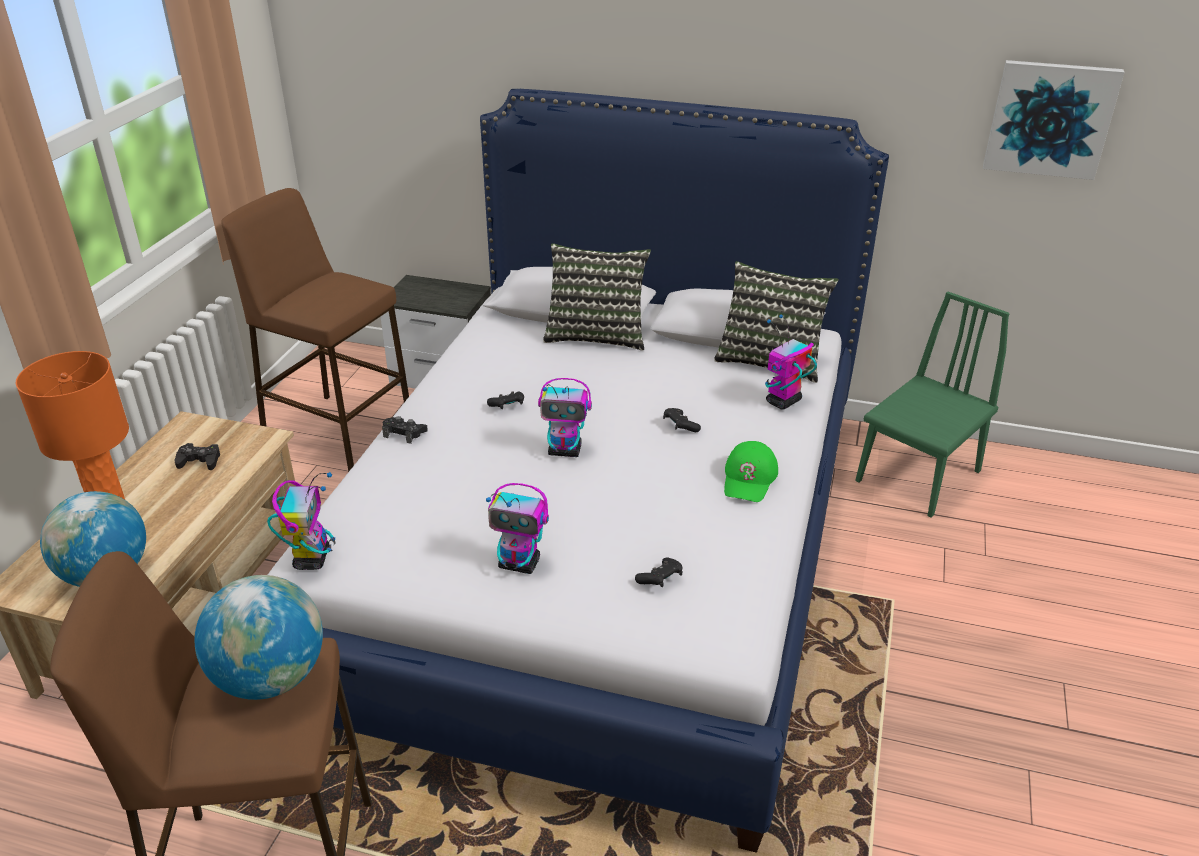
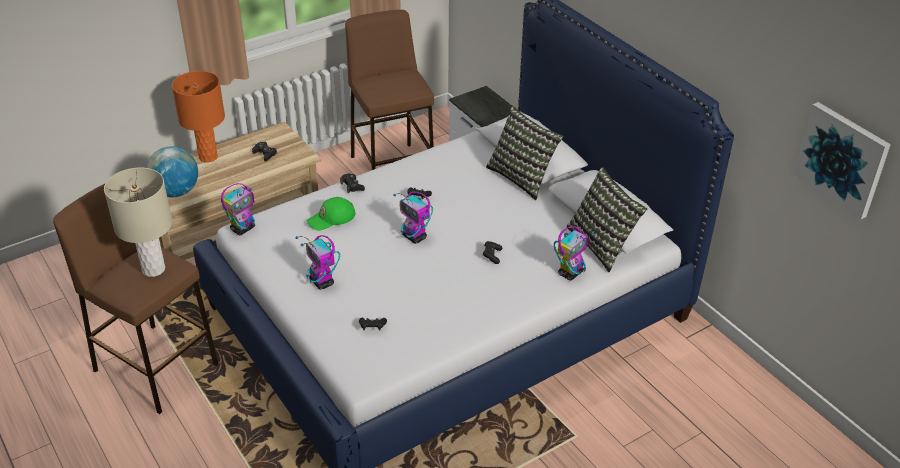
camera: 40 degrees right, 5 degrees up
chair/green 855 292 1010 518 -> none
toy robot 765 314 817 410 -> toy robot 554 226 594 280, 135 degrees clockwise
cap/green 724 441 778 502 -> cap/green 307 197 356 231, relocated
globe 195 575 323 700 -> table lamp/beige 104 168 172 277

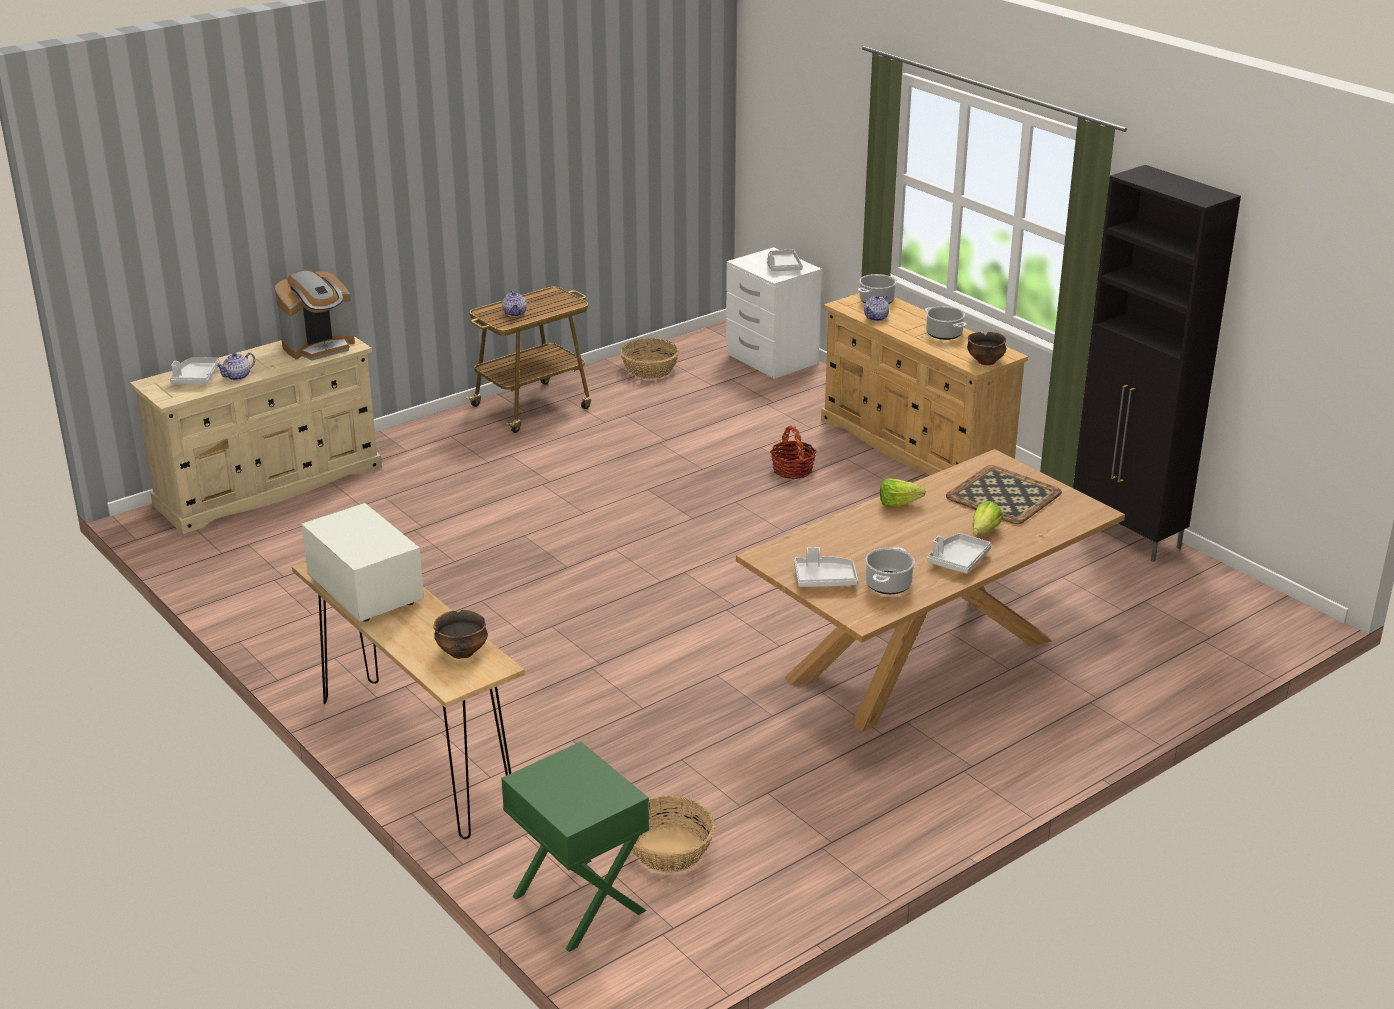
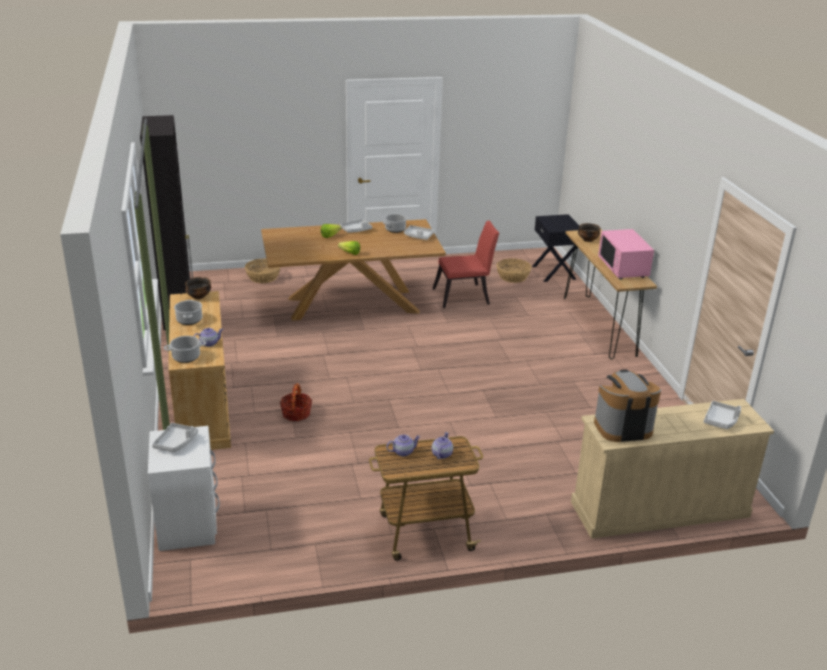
camera: 155 degrees left, 0 degrees up
basket 620 338 679 379 -> basket 245 259 280 283, relocated
teapot 216 352 255 381 -> teapot 386 434 421 456, relocated
tray 946 465 1062 524 -> none
microwave/white 302 503 424 622 -> microwave/pink 598 229 654 279
nightstand/green 501 742 649 952 -> nightstand/black 532 214 579 282
none -> chair/red 432 220 499 308

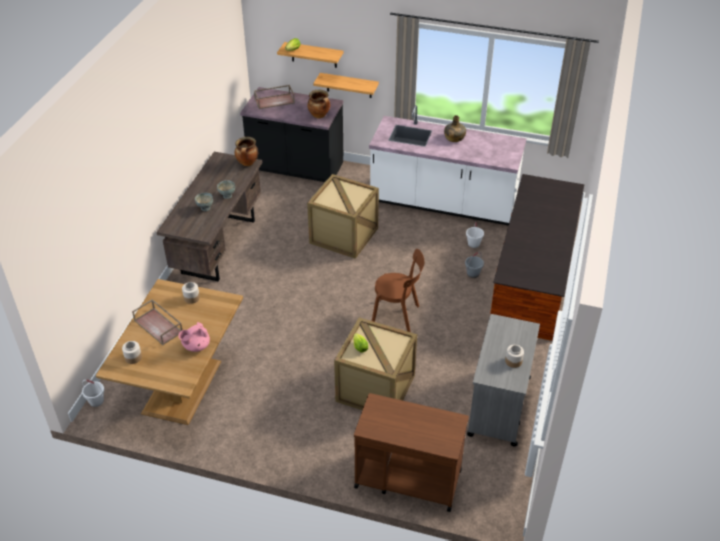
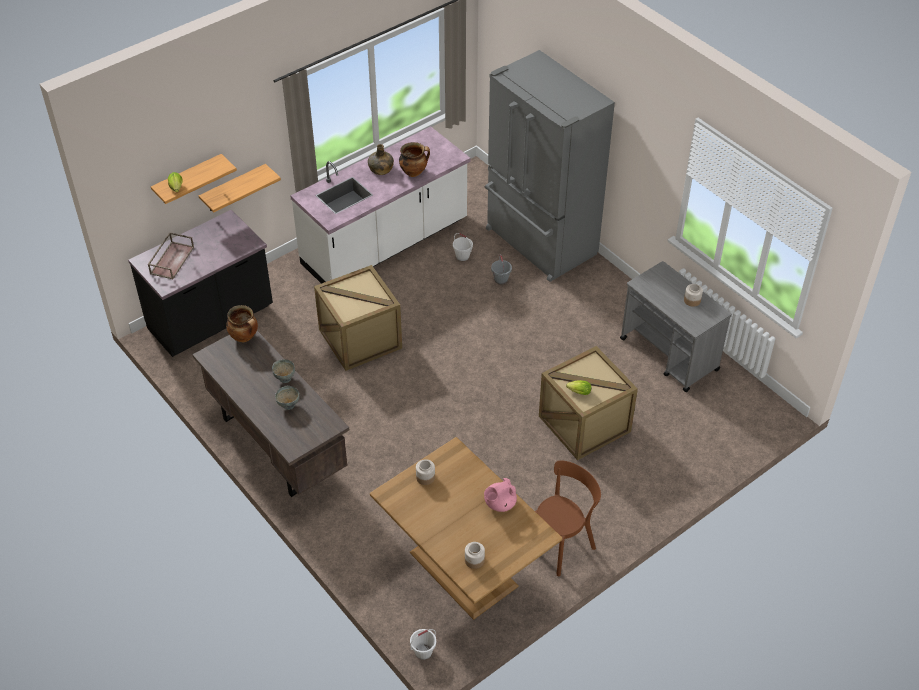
camera: 55 degrees left, 5 degrees up
cooking pot 307 90 330 118 -> cooking pot 399 142 430 177, relocated
dresser 490 174 584 341 -> fridge/grey 485 50 615 282
chair/brown 372 249 424 332 -> chair/brown 535 460 601 576, relocated
tray/brown 132 299 182 345 -> none
teapot/pink 178 322 210 352 -> teapot/pink 484 478 517 512, 60 degrees clockwise
cart/brown 354 393 469 512 -> none

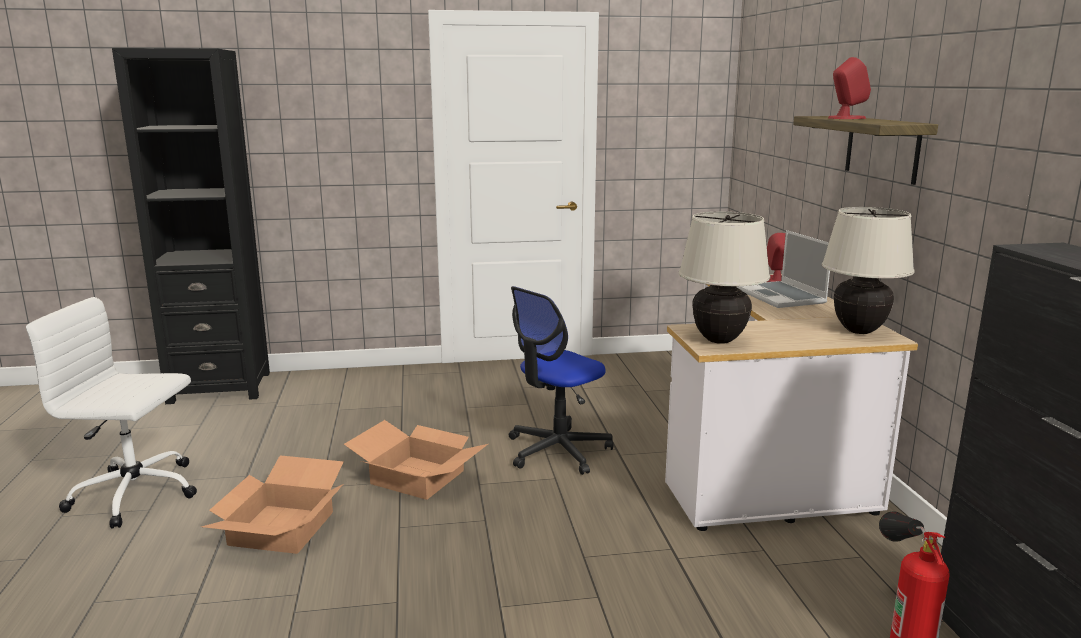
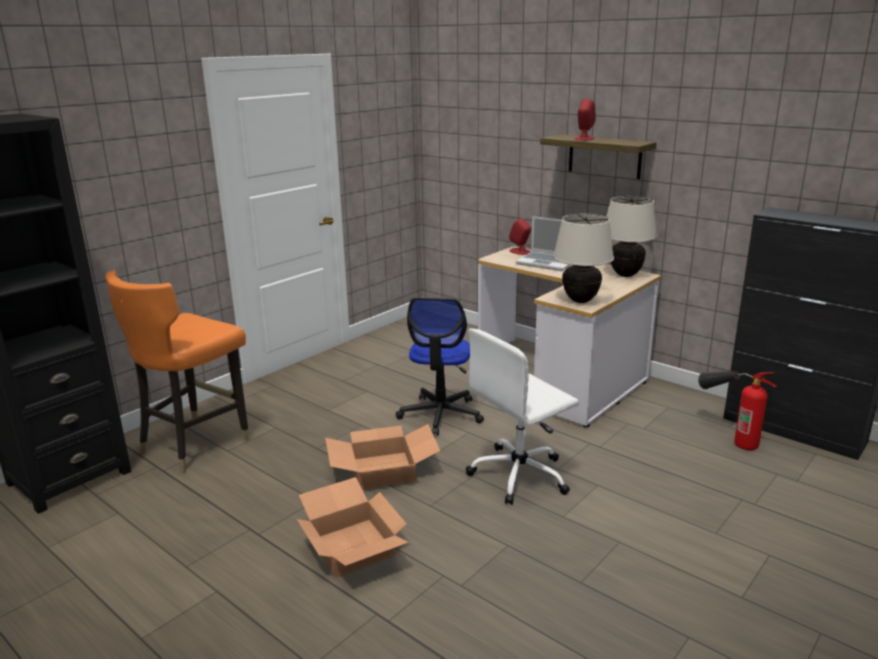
camera: 40 degrees left, 5 degrees up
office chair/white 26 297 197 529 -> office chair/white 466 328 579 505, relocated
none -> chair/orange 105 270 250 473

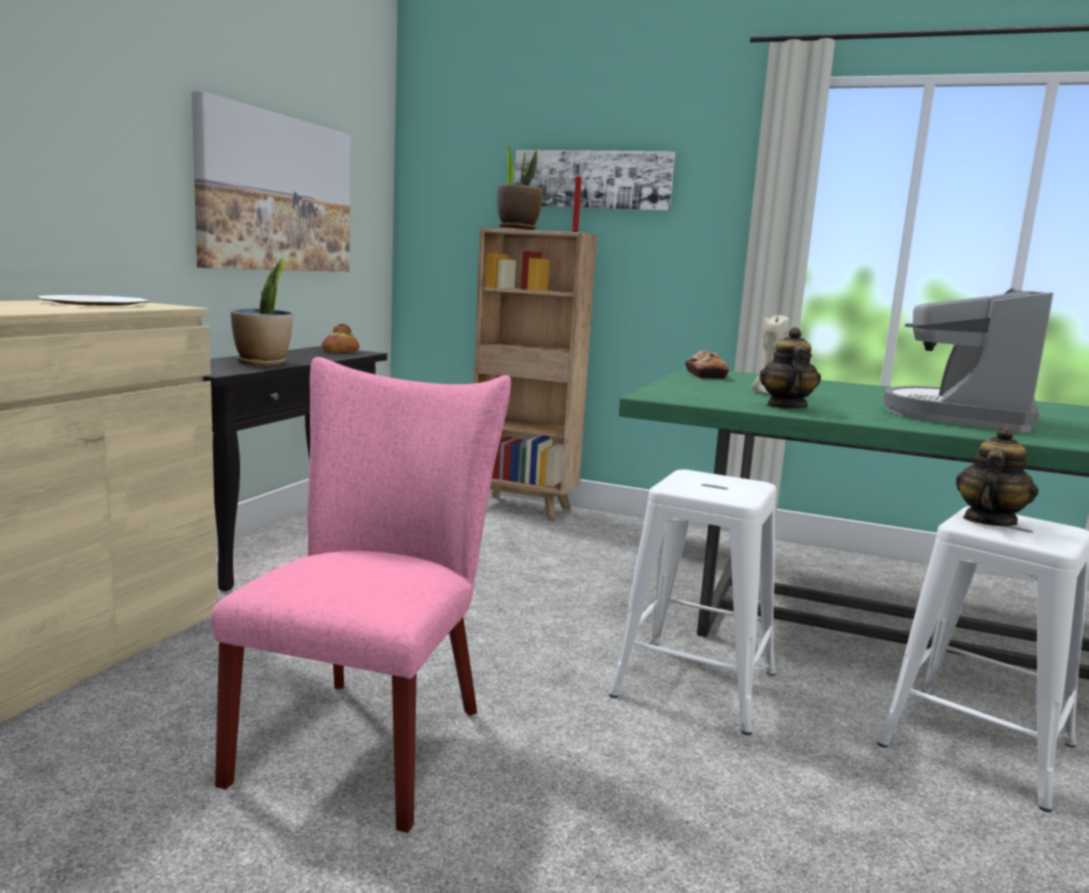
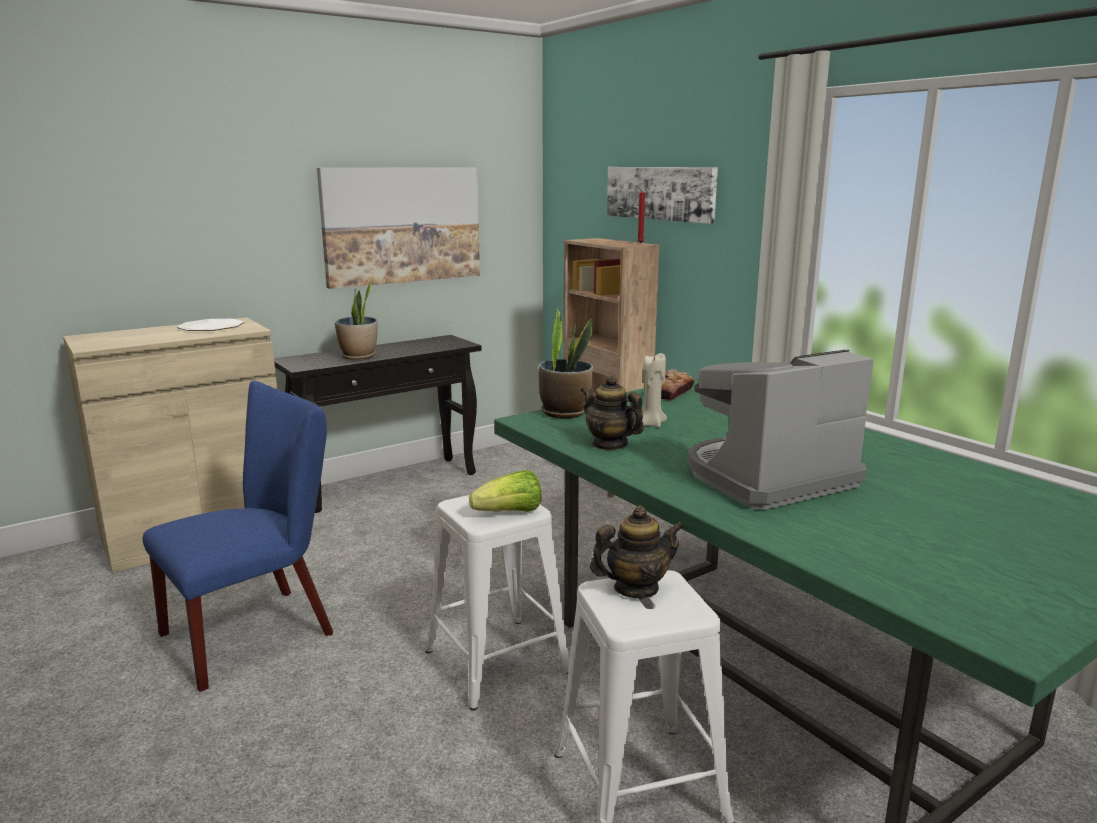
camera: 35 degrees right, 5 degrees up
potted plant 497 141 543 230 -> potted plant 539 308 593 418, relocated
bread 322 324 359 353 -> none
teapot 759 327 821 408 -> teapot 580 375 644 450, 90 degrees counterclockwise
chair/pink 211 357 511 833 -> chair/blue 143 381 333 692
none -> lettuce 469 470 541 512

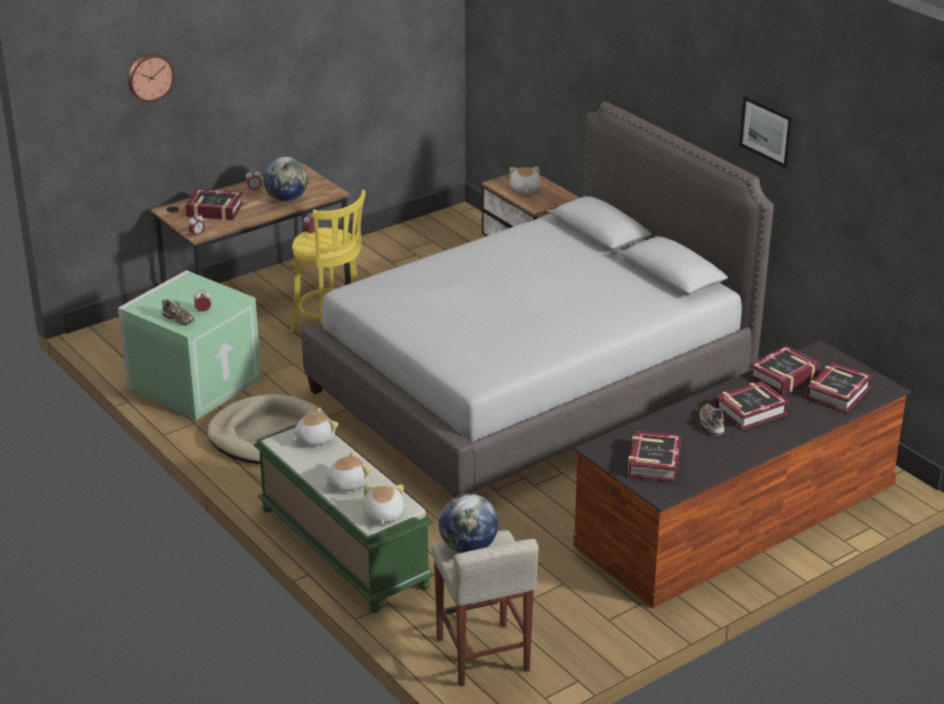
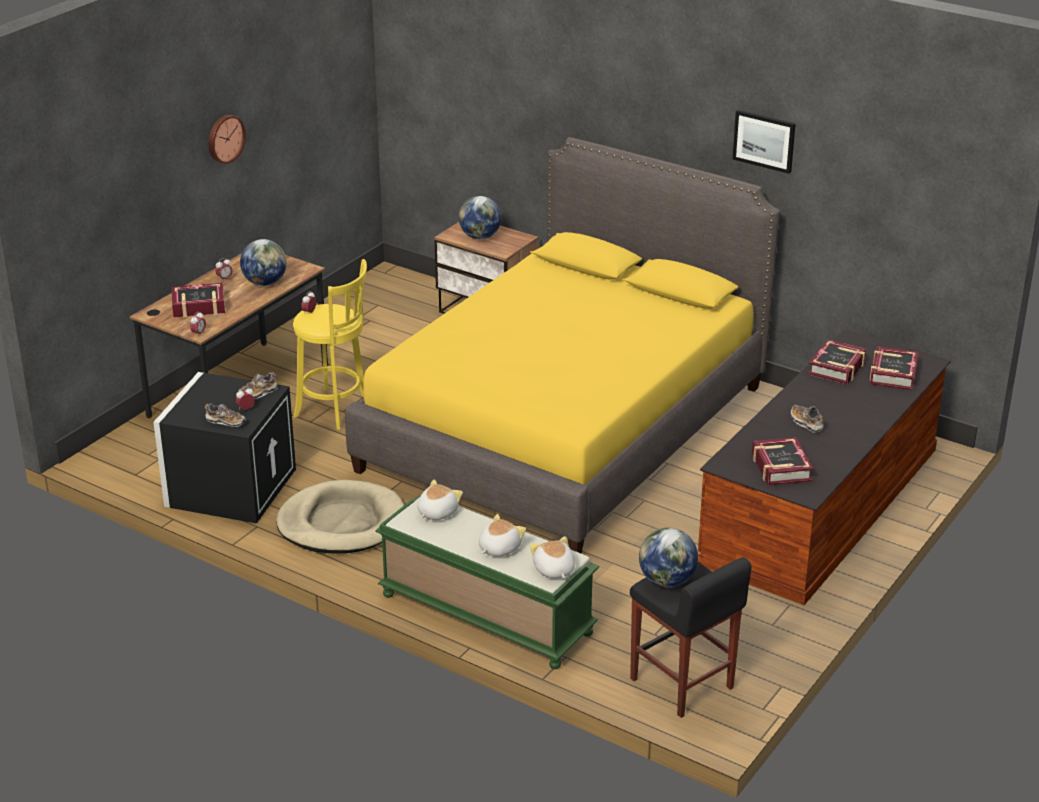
camera: 20 degrees left, 0 degrees up
wall clock 128 54 174 102 -> wall clock 208 115 246 164, relocated
bed/grey 302 102 774 497 -> bed/yellow 345 137 780 554
plush toy 509 167 540 194 -> globe 459 196 501 239
storage box/green 118 270 261 420 -> storage box/black 153 372 296 524
book 715 381 790 430 -> none
stool/beige 432 530 539 687 -> stool/black 630 557 751 718
none -> shoe 238 372 278 399

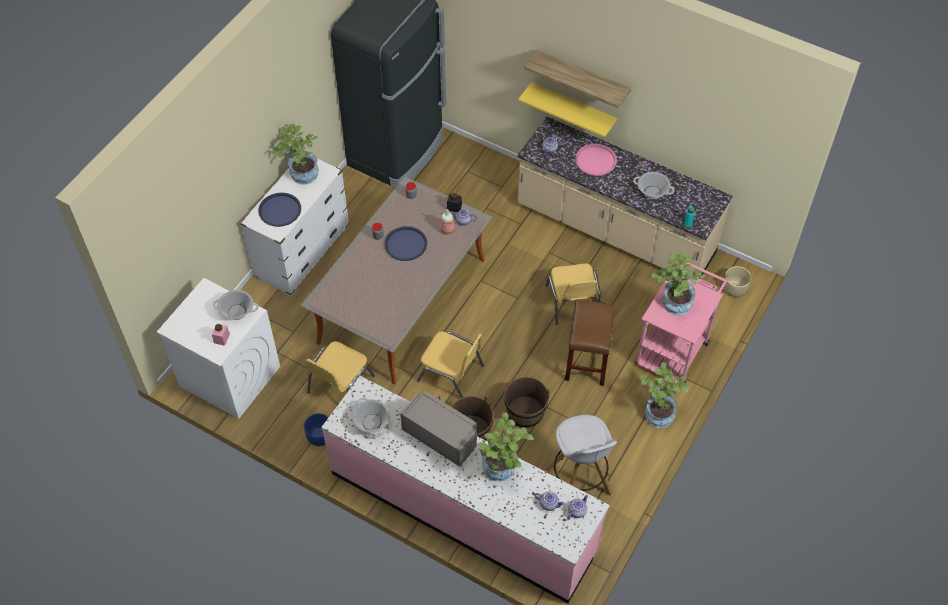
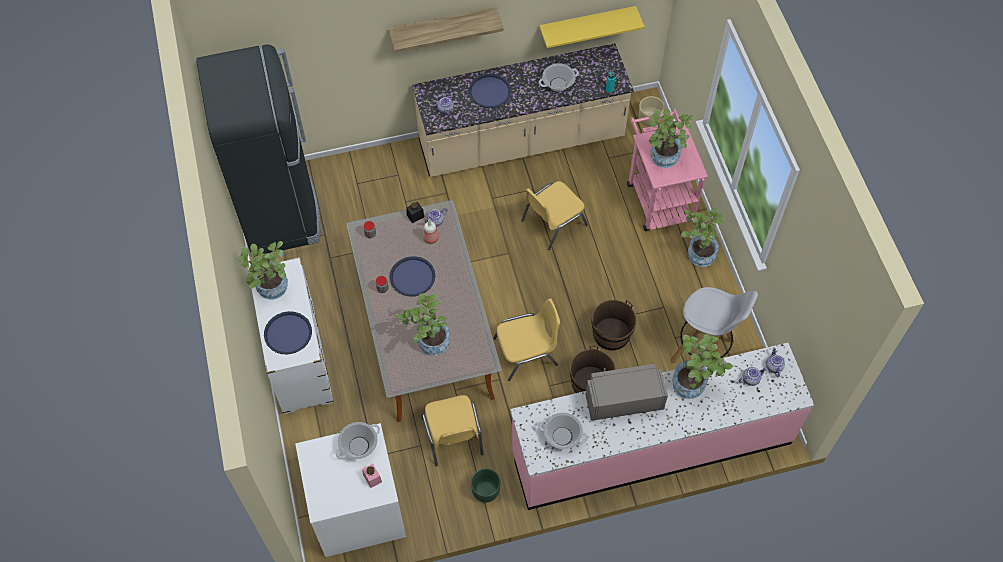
camera: 45 degrees left, 5 degrees up
shelf/yellow 518 82 617 138 -> shelf/yellow 539 6 645 48, relocated
tray/pink 575 144 617 176 -> tray/blue 469 74 511 108
chair/yellow 545 263 600 325 -> chair/yellow 521 181 588 250, 105 degrees clockwise
stool/brown 565 300 615 386 -> none
planter/blue 304 413 329 446 -> planter/green 471 468 500 503
none -> potted plant 396 293 450 356

